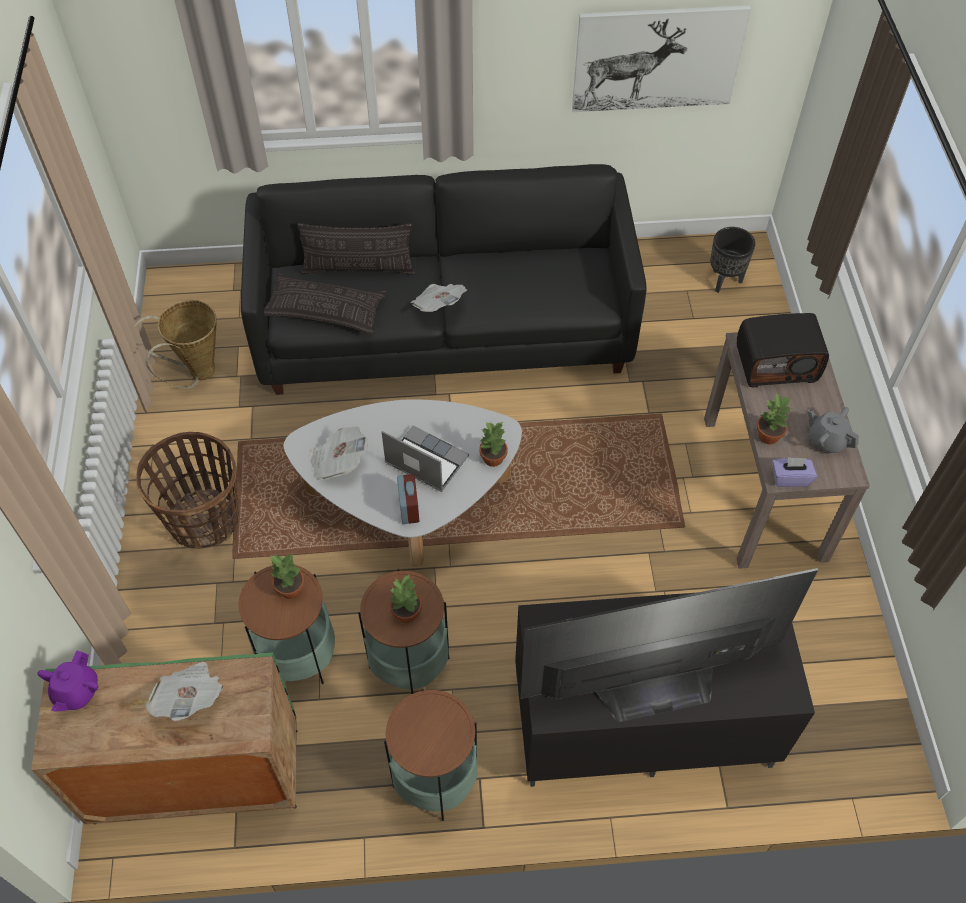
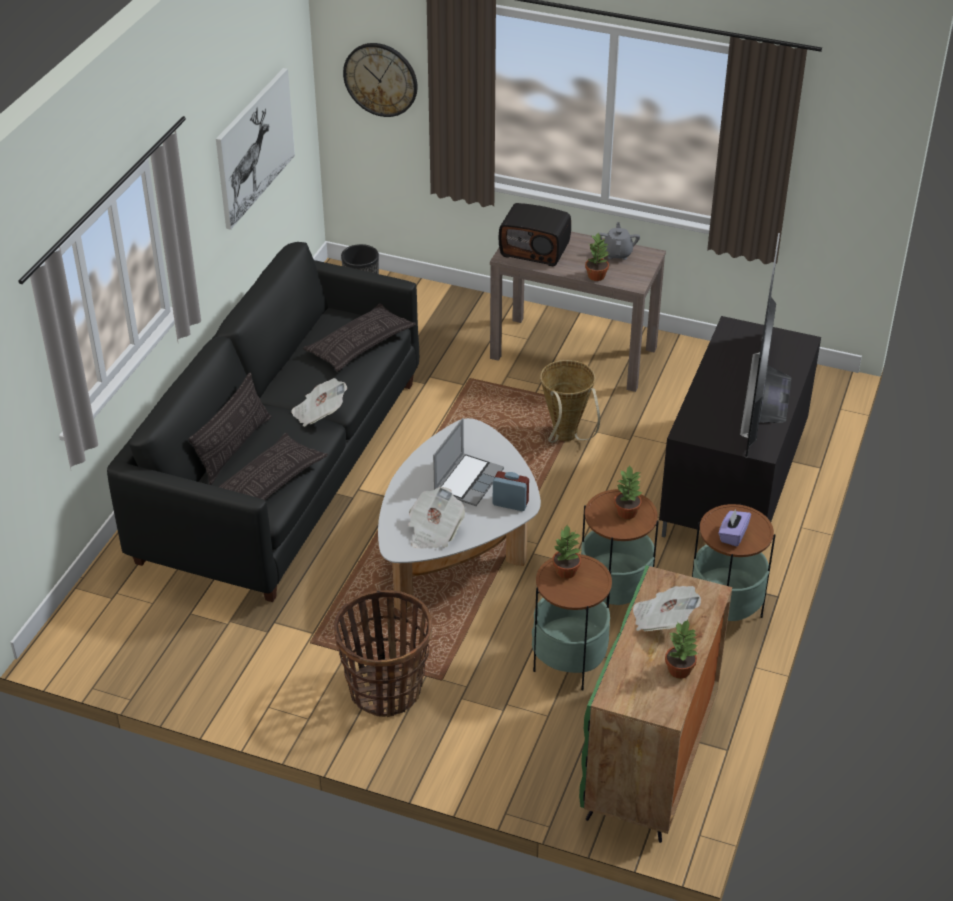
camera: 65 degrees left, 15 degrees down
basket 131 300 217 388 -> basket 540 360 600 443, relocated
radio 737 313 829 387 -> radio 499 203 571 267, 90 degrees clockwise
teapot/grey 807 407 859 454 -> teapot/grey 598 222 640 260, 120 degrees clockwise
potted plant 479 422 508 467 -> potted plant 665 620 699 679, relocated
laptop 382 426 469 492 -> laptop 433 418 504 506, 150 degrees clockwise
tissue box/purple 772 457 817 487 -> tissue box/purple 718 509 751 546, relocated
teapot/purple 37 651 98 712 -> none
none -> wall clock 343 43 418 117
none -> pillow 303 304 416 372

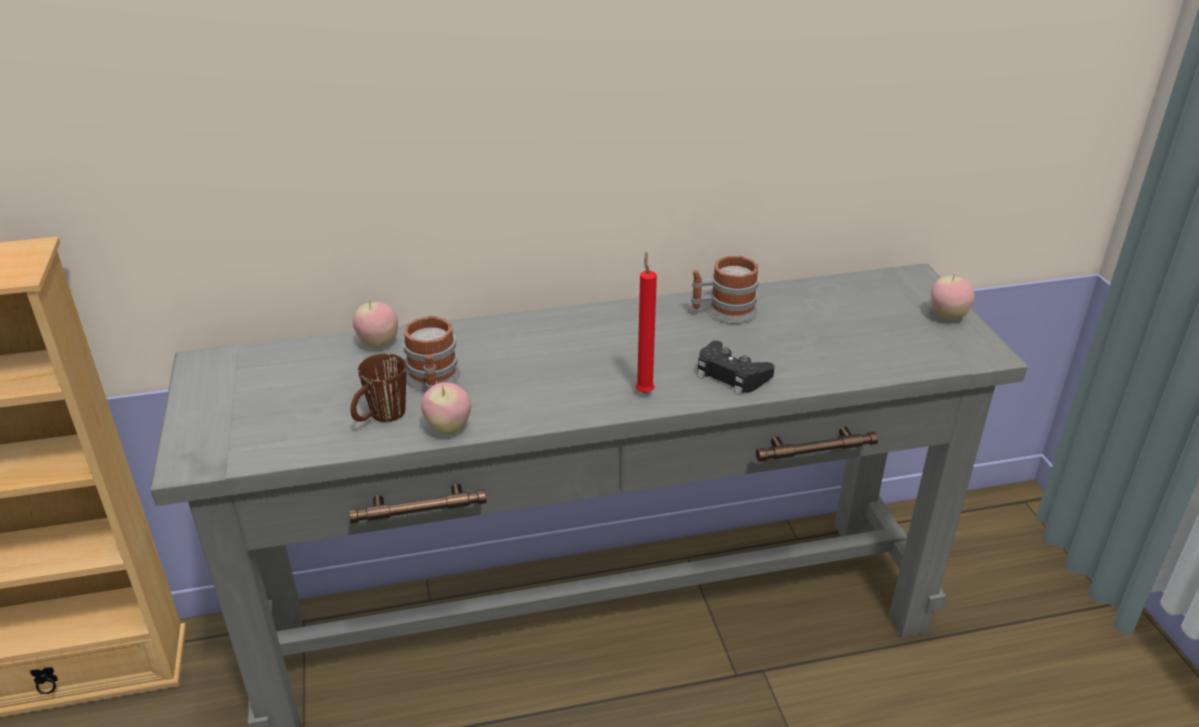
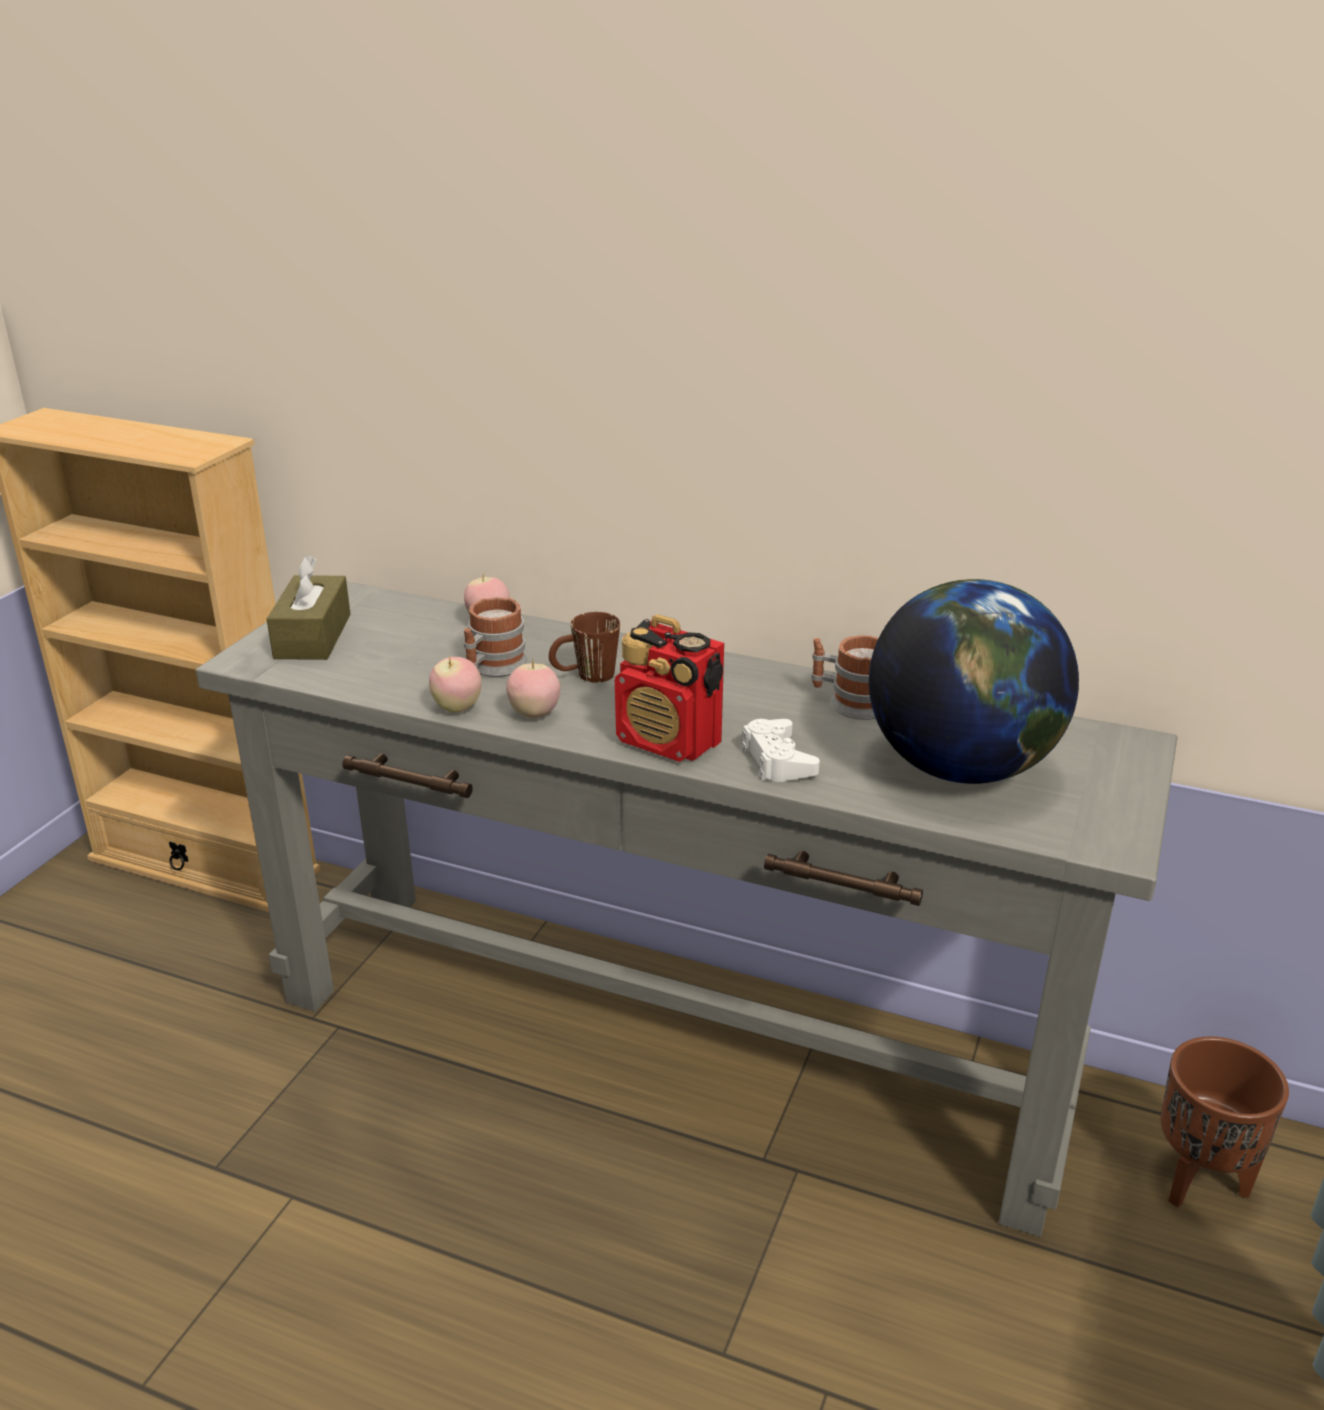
camera: 35 degrees right, 5 degrees down
candle/red 636 252 657 393 -> radio 615 614 724 762
apple 931 274 975 320 -> apple 506 660 560 718, relocated
game controller/black 697 341 775 395 -> game controller/white 741 719 820 782
mug/brown 350 353 407 422 -> mug/brown 549 612 620 683, relocated
none -> tissue box/brown 267 556 350 660
none -> globe 869 579 1079 784
none -> planter/brown 1160 1036 1289 1208

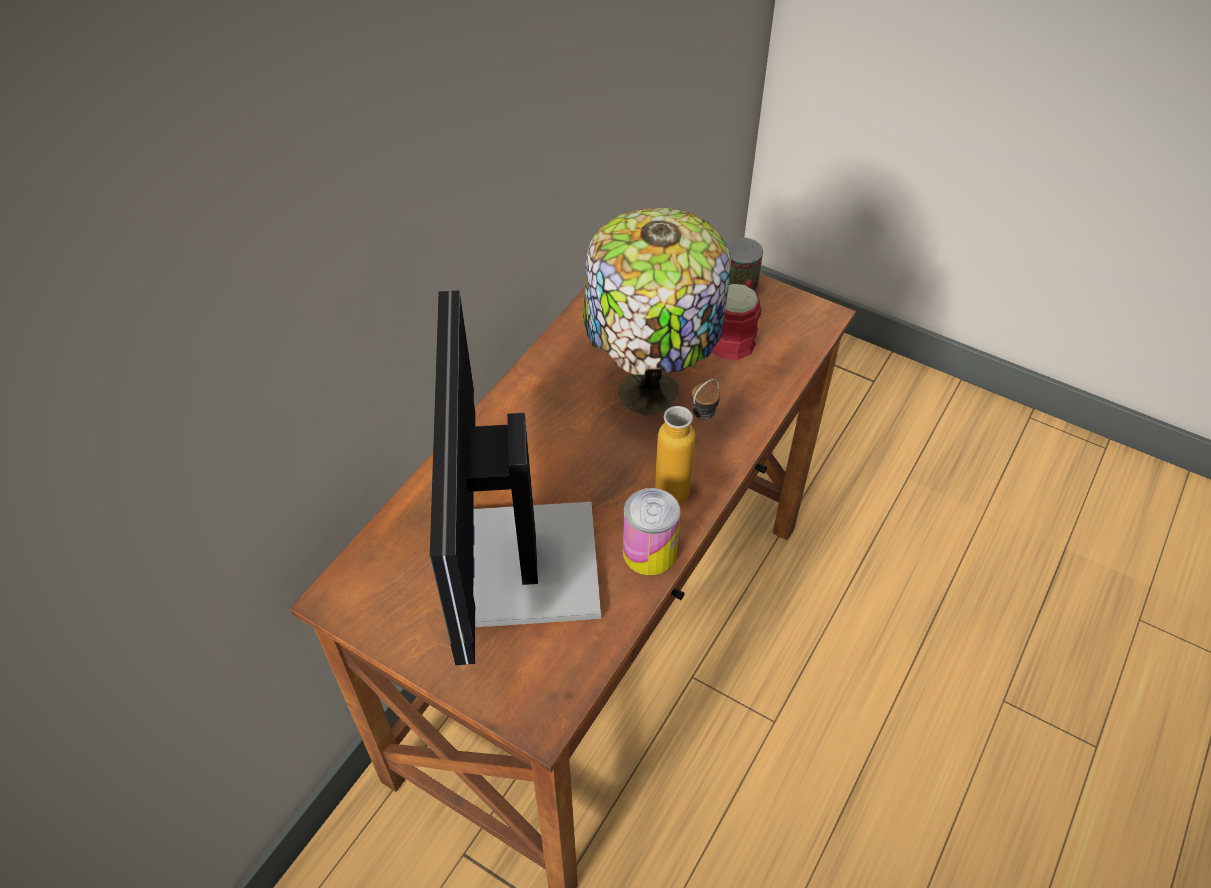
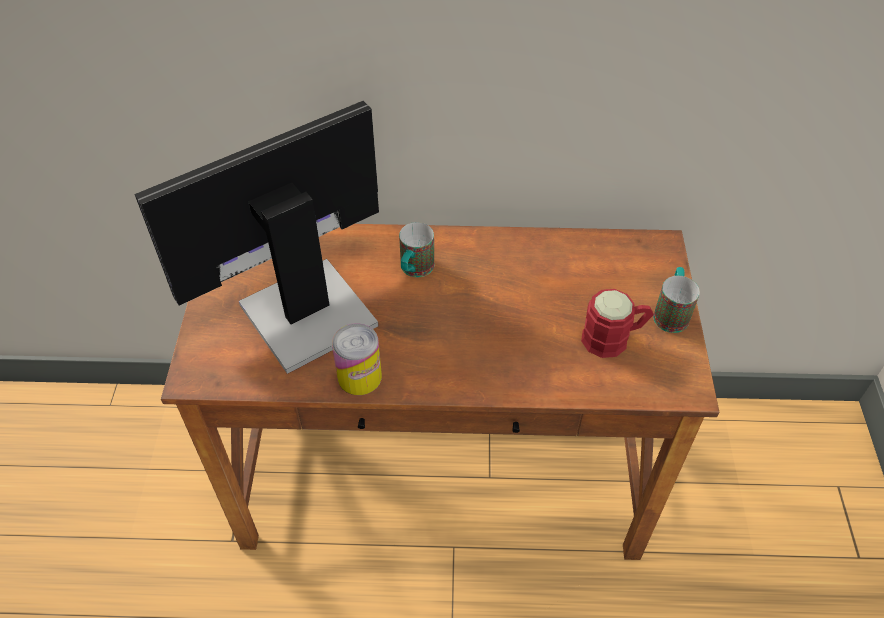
camera: 60 degrees right, 0 degrees up
table lamp 583 208 731 416 -> none
bottle 655 379 720 504 -> none
none -> mug 399 222 434 277

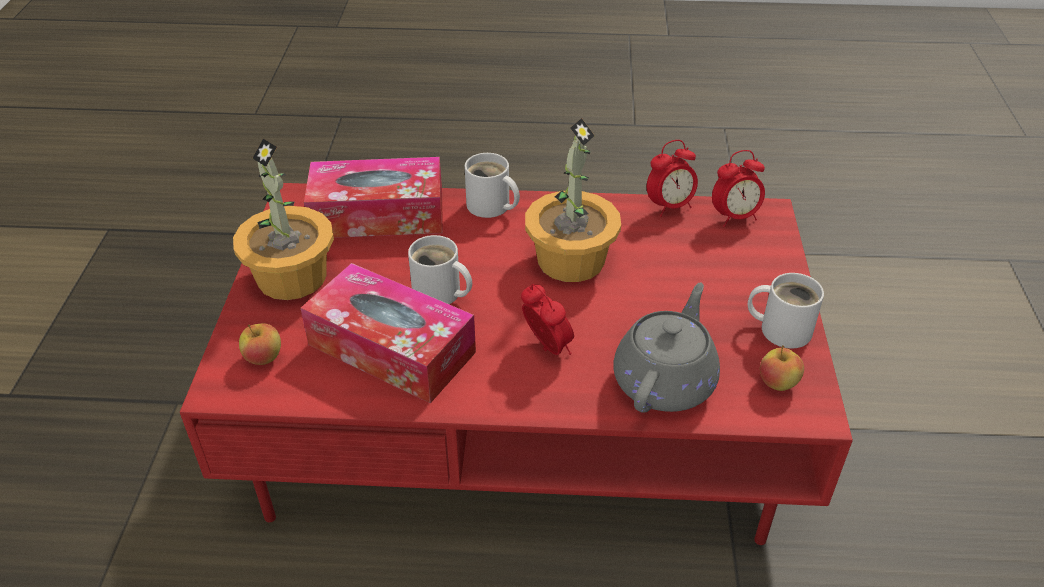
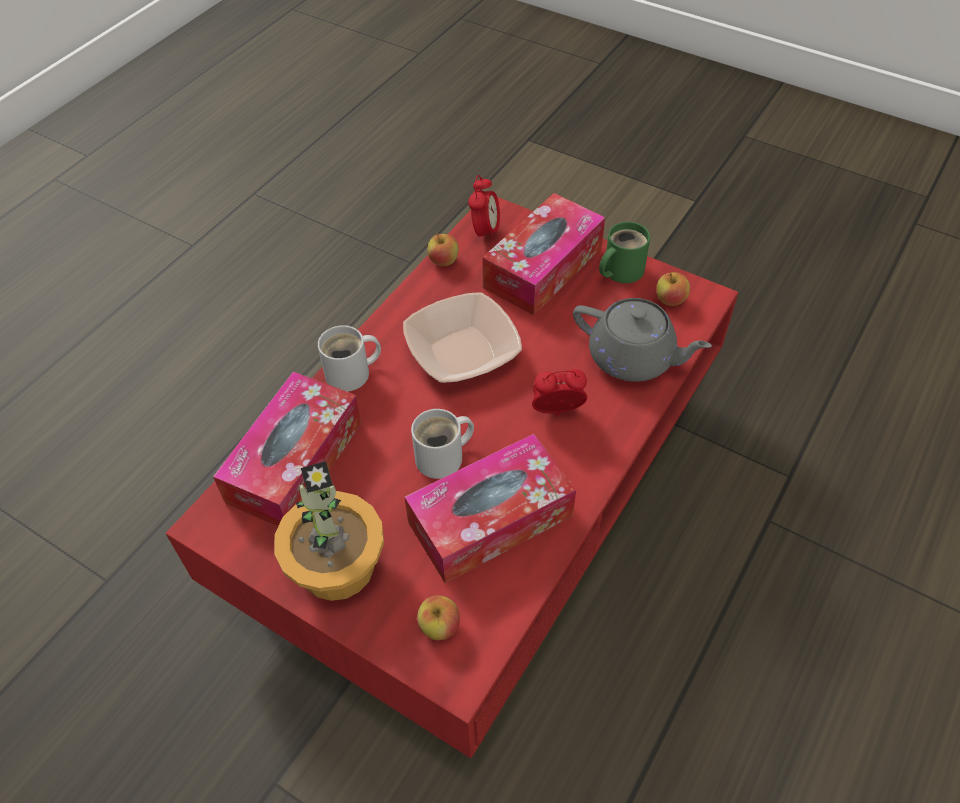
camera: 60 degrees left, 10 degrees up
potted plant 525 118 621 282 -> bowl 403 292 522 383
alarm clock 647 140 698 217 -> apple 427 233 459 266
mug/white 748 273 824 348 -> mug/green 599 222 650 283
teapot/grey 613 283 720 413 -> teapot/grey 573 298 712 382, 150 degrees clockwise
none -> tissue box 482 193 605 315

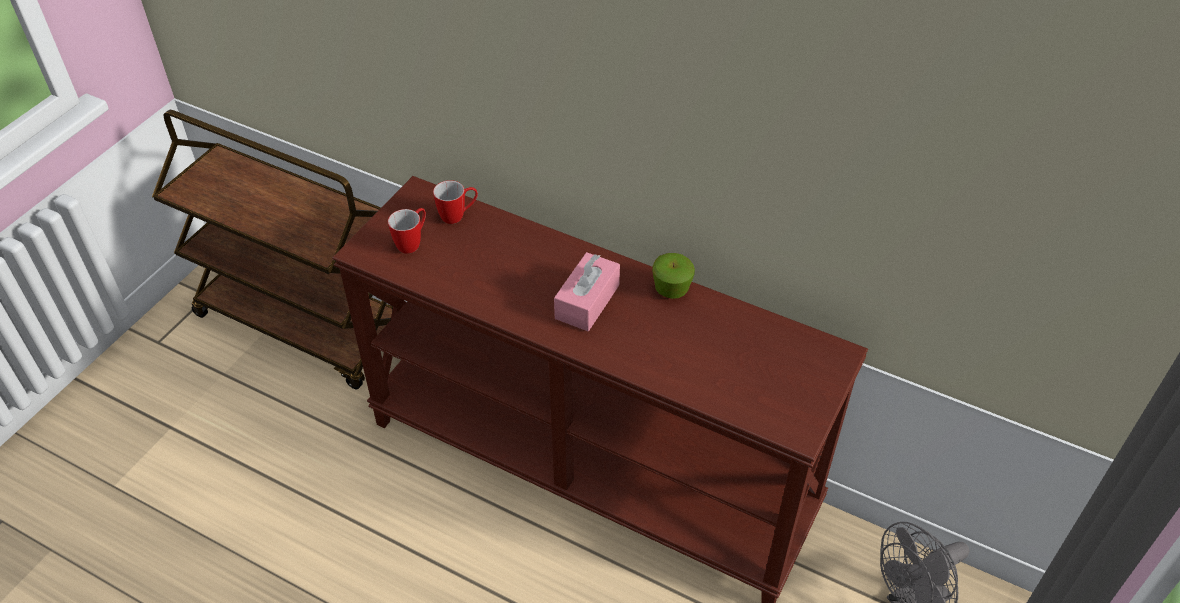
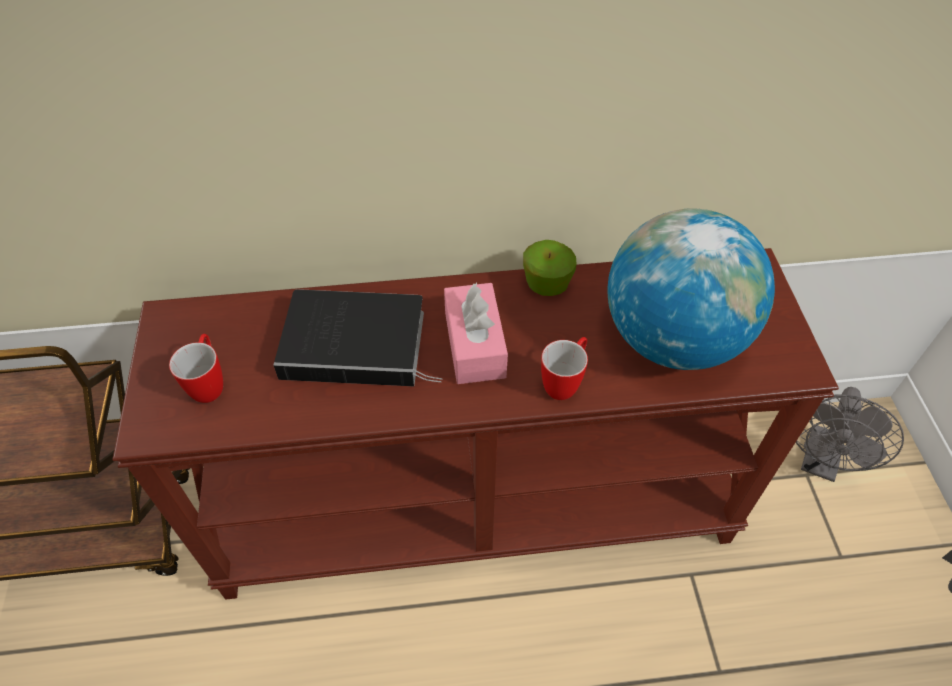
camera: 35 degrees left, 5 degrees up
mug 433 180 478 224 -> mug 541 337 588 400, relocated
none -> globe 607 208 775 370
none -> book 274 289 443 386

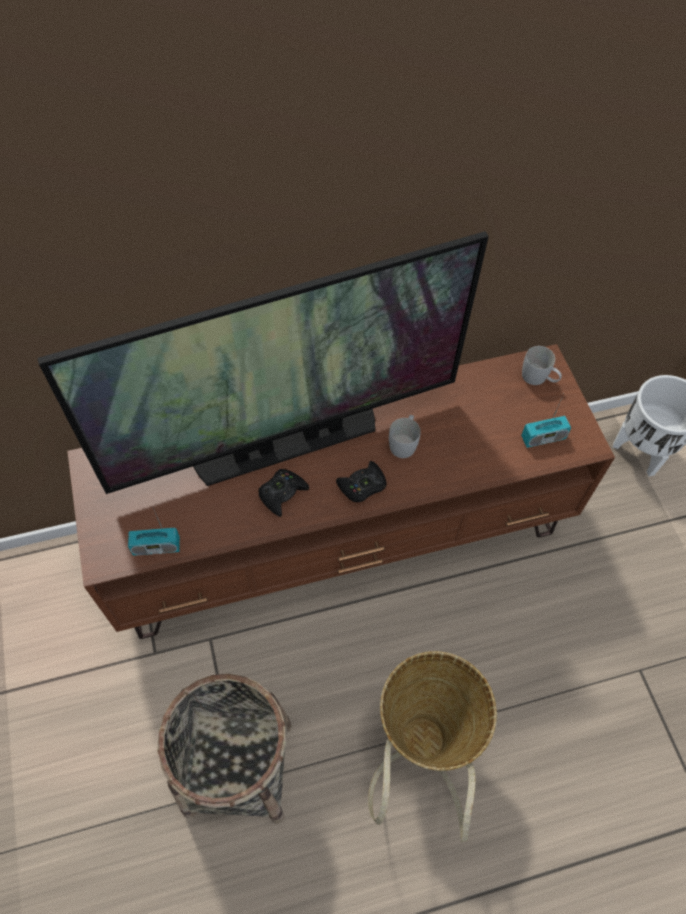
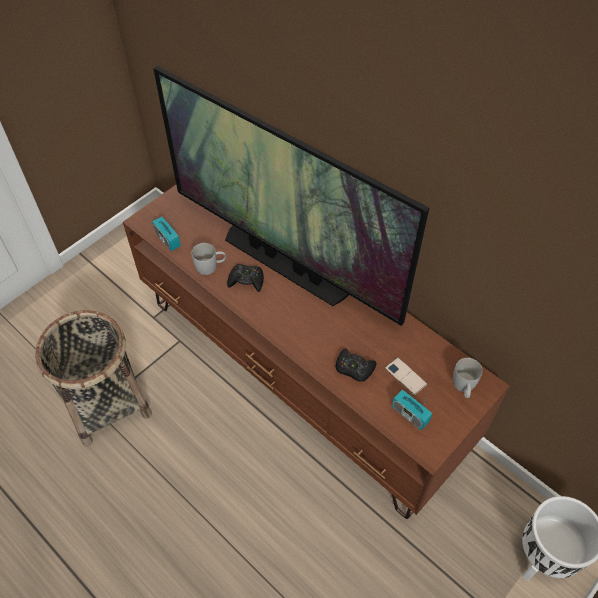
camera: 60 degrees right, 5 degrees down
mug/white 389 415 421 458 -> mug/white 192 243 226 275, relocated
game controller/black 336 461 386 502 -> game controller/black 336 348 376 381, relocated
basket 368 651 497 842 -> none
none -> phone 385 357 427 396

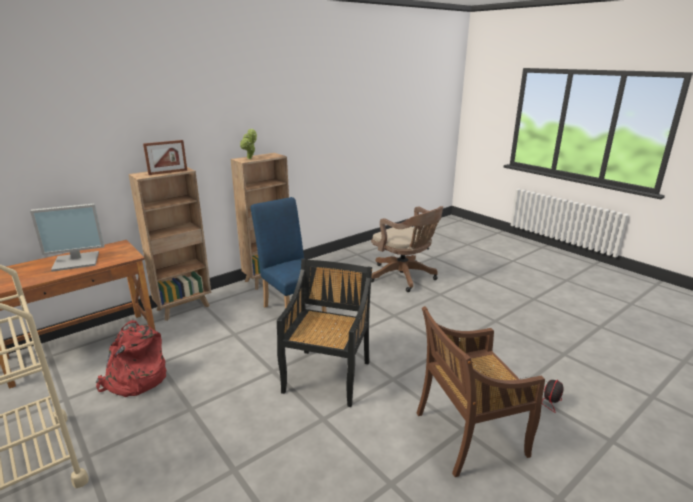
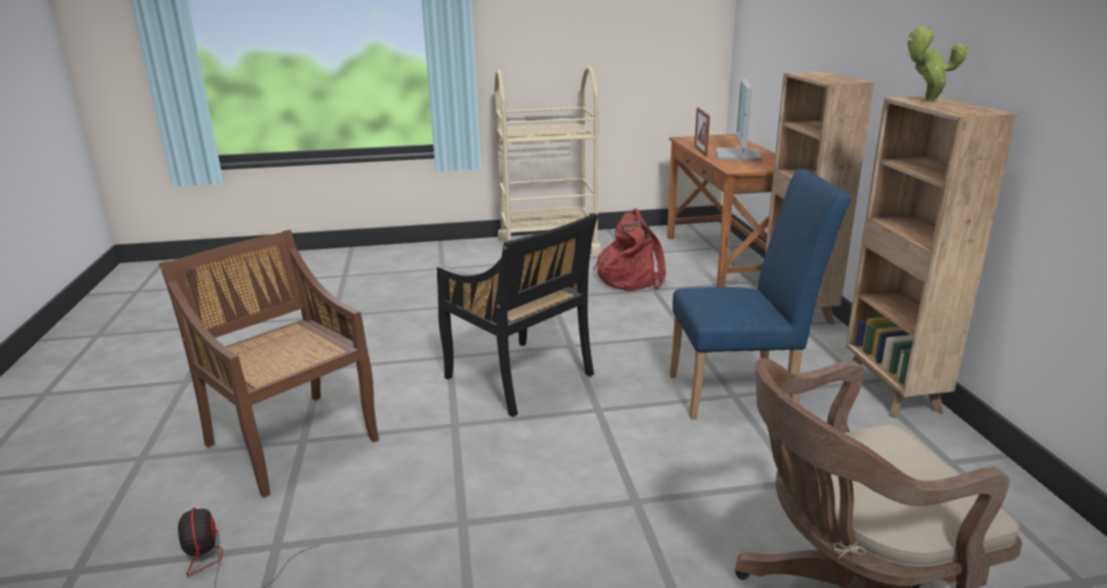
camera: 120 degrees right, 0 degrees up
picture frame 143 140 187 175 -> picture frame 694 107 710 157, relocated
chair/brown 417 306 545 477 -> chair/brown 159 229 379 498, 60 degrees counterclockwise

